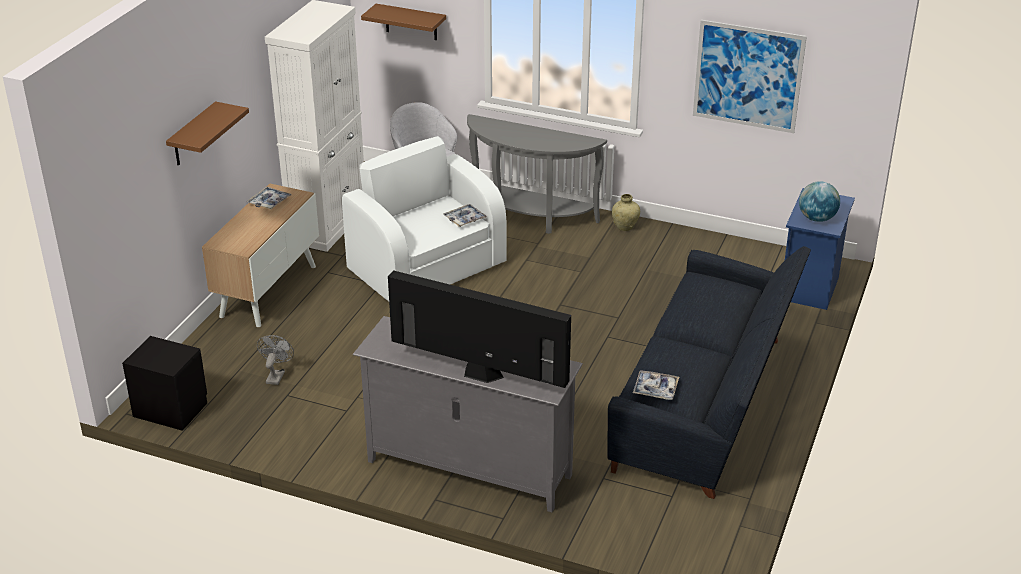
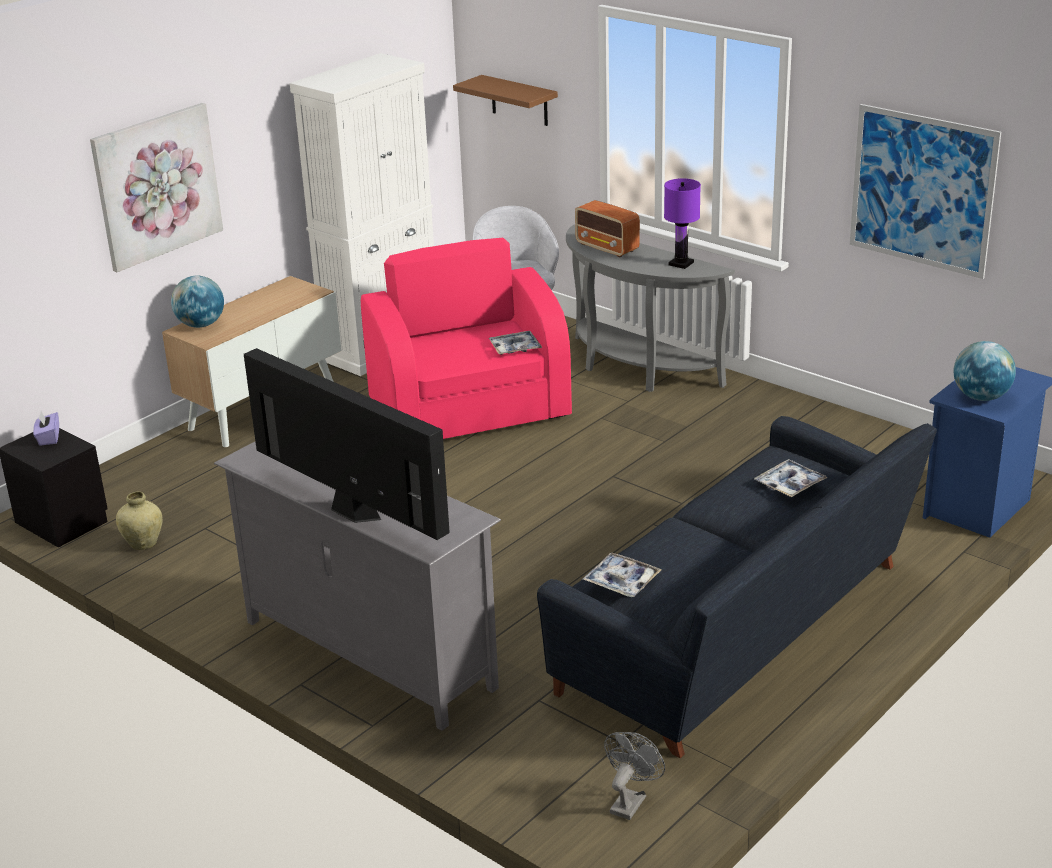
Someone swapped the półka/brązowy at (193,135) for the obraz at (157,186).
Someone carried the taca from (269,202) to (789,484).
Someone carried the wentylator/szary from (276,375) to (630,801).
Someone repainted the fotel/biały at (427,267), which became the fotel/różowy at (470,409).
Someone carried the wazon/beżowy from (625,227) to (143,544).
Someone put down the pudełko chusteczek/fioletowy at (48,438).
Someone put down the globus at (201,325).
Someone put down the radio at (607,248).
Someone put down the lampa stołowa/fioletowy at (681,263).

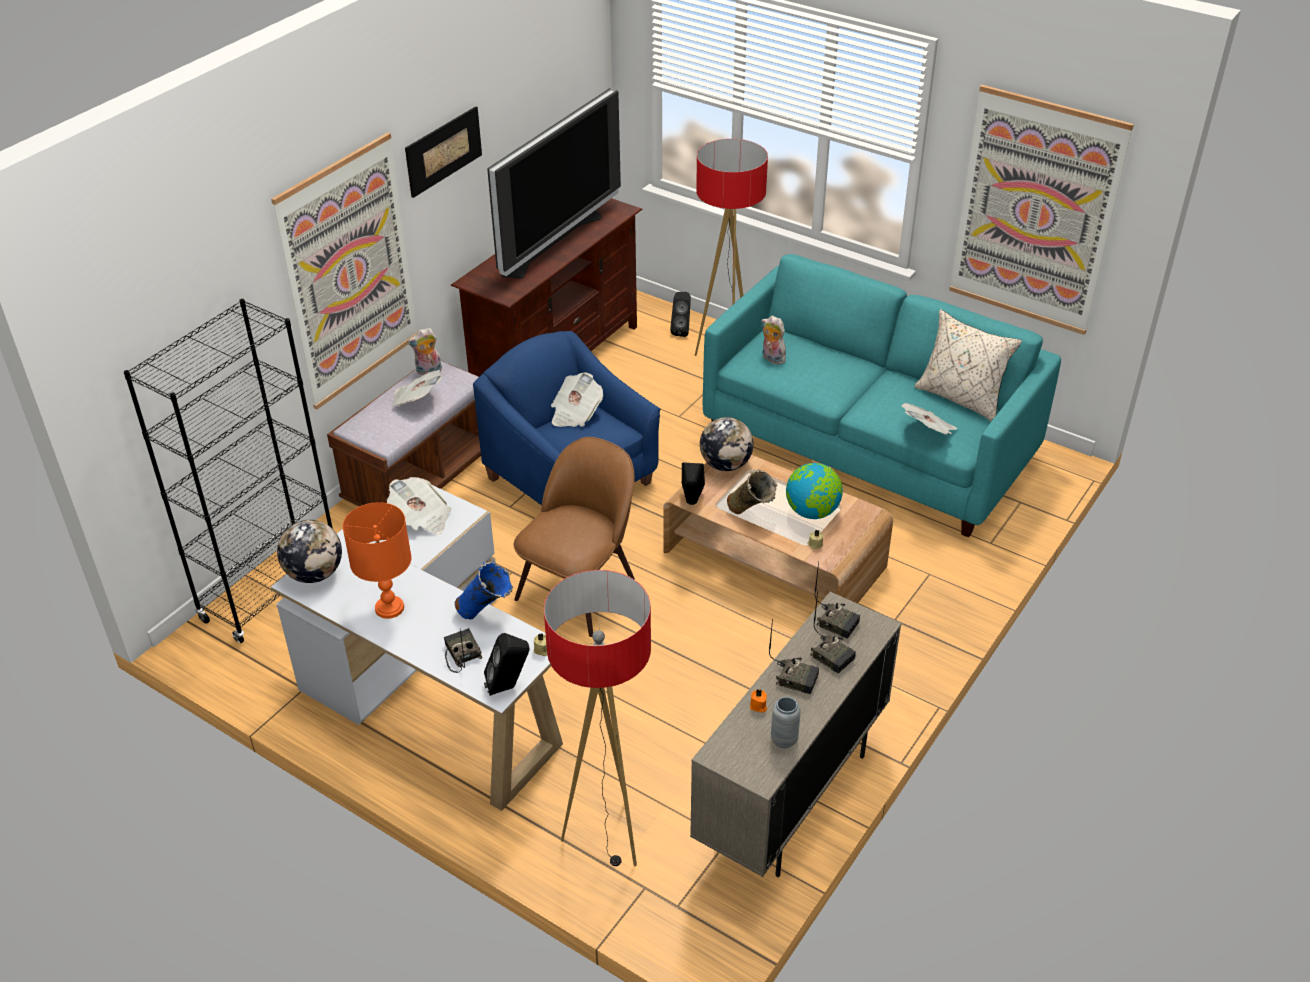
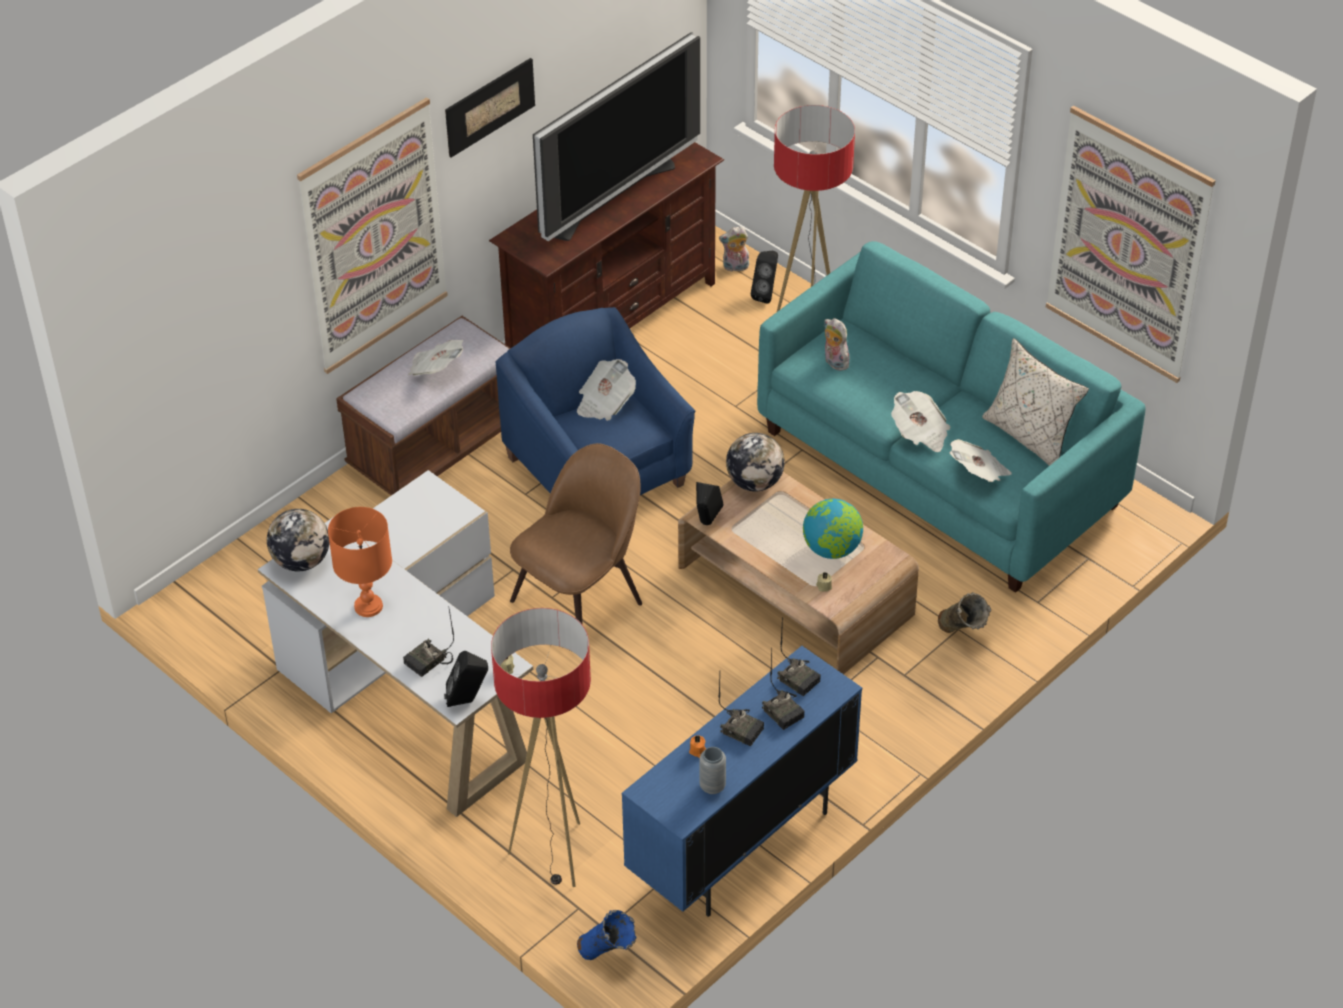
Someone took away the regał/czarny at (271,591).
Someone carried the gazeta from (421,518) to (920,433).
Someone carried the pluszak from (428,371) to (735,267).
Someone rotated the radio at (461,654) by 120 degrees counterclockwise.
Someone carried the wazon/niebieski from (487,615) to (608,957).
Someone repainted the szafka/beżowy at (791,799), which became the szafka/niebieski at (741,845).
Someone carried the wazon/beżowy from (751,515) to (962,636).

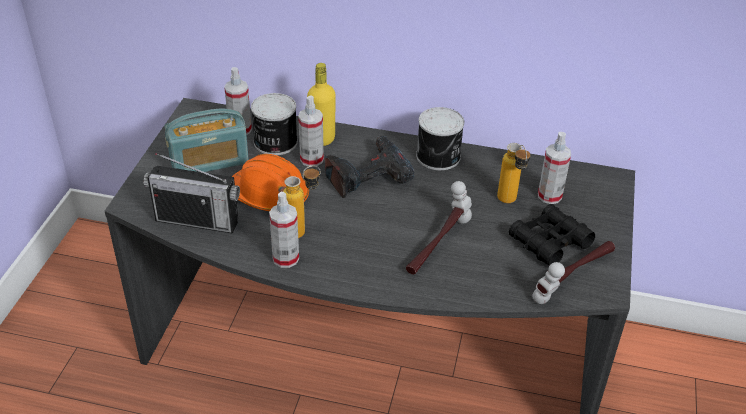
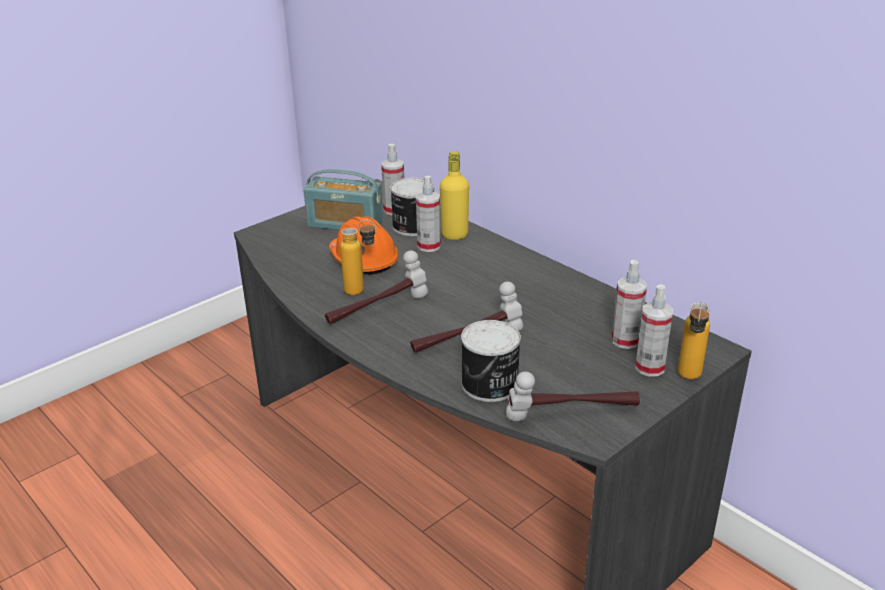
Someone took away the radio at (197,220).
Someone carried the spryskiwacz from (285,258) to (650,367).
Someone took away the wiertarka at (367,175).
Someone carried the puszka from (439,157) to (490,385).
Someone carried the butelka from (509,203) to (688,379).
Someone took away the lornetka/czarny at (549,242).
Someone put down the młotek at (378,309).

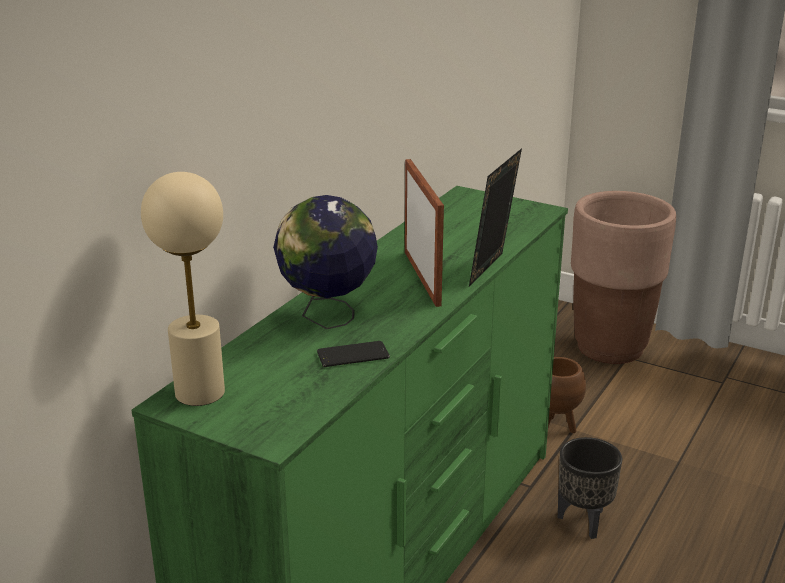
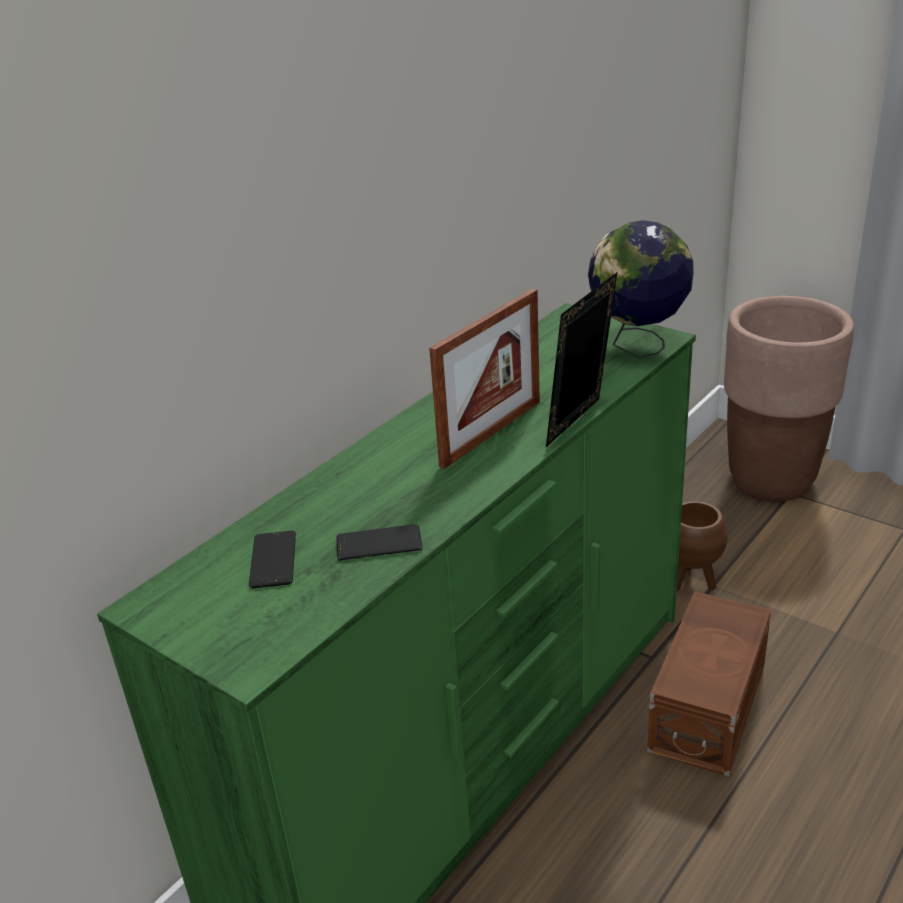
Someone took away the lampa stołowa/beżowy at (200,392).
Someone carried the globus from (328,317) to (638,346).
Someone rotated the ramka na zdjęcie at (422,278) by 45 degrees clockwise.
Someone swapped the donica/czarny at (584,521) for the pojemnik do przechowywania/brązowy at (711,706).
Someone put down the telefon at (273,560).

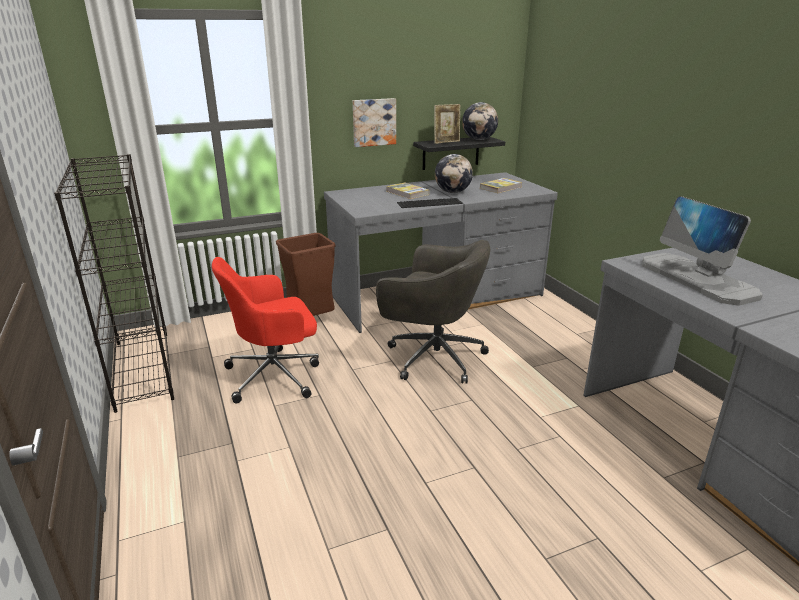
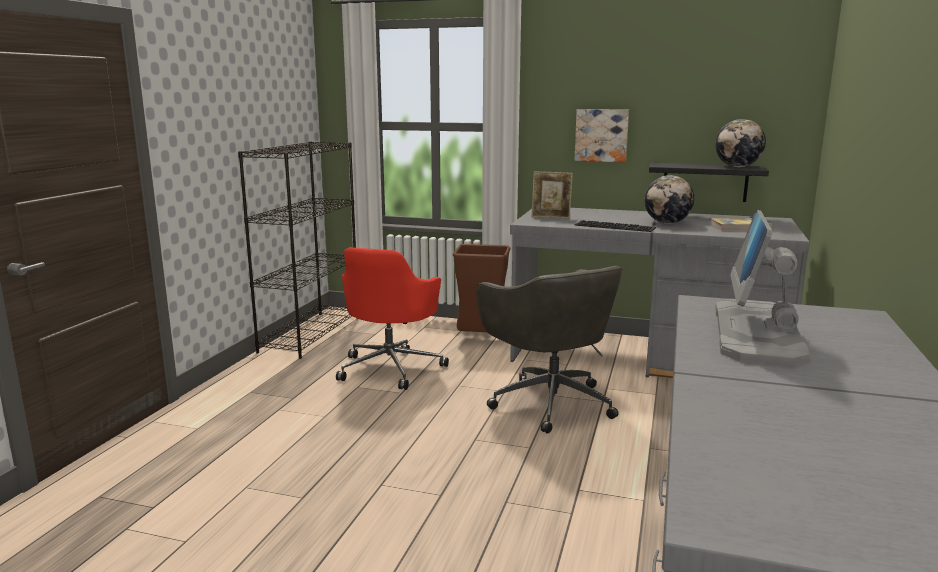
Someone rotated the krzesło biurowe/czerwony at (275,375) by 90 degrees counterclockwise.
Someone took away the książka at (407,193).
Someone carried the ramka na zdjęcie from (446,142) to (551,217).

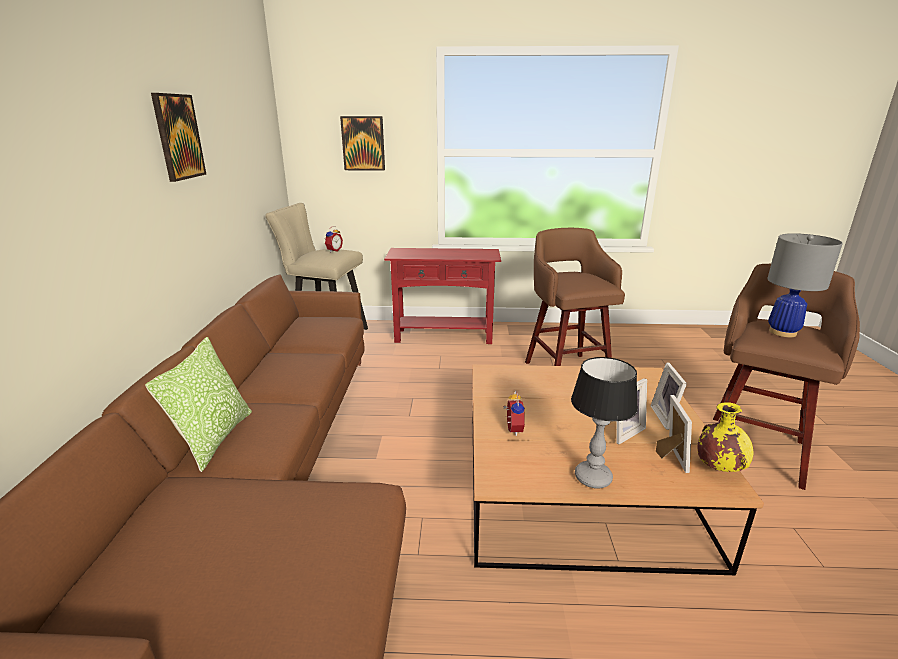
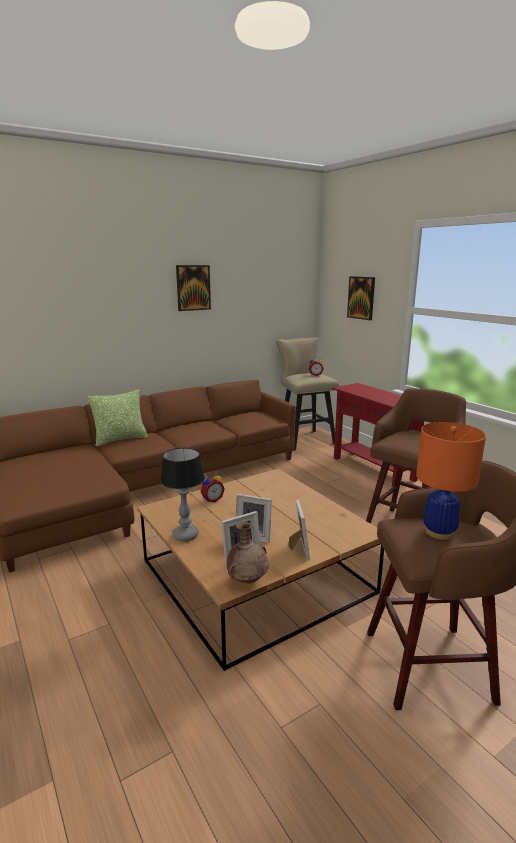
Someone rotated the ramka na zdjęcie at (667,417) by 120 degrees clockwise.
Someone repainted the wazon/żółty at (718,467), which became the wazon/brązowy at (248,580).
Someone repainted the lampa stołowa/szary at (782,332), which became the lampa stołowa/pomarańczowy at (439,532).

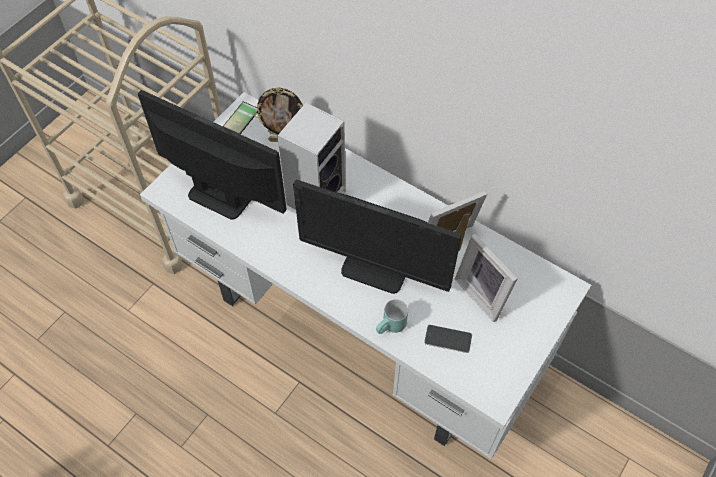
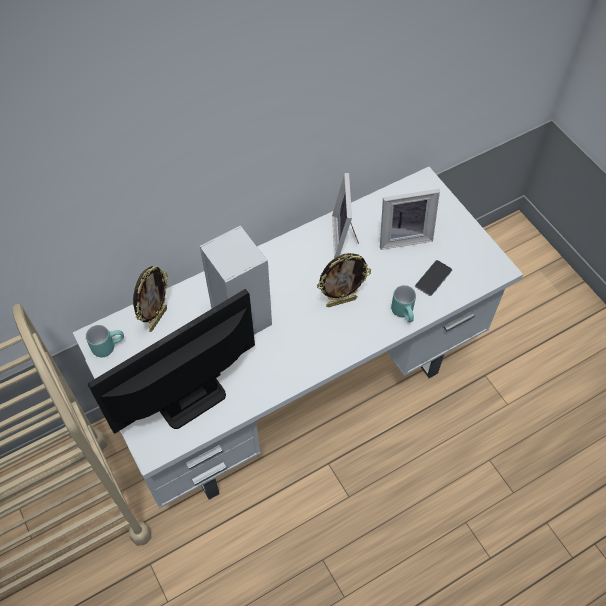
Someone swapped the telefon at (243,119) for the kubek/turkusowy at (108,345).
Someone swapped the monitor at (375,268) for the ramka na zdjęcie at (341,301).

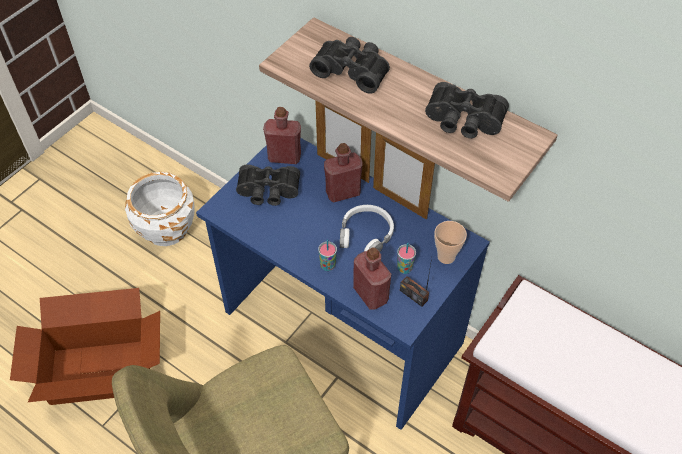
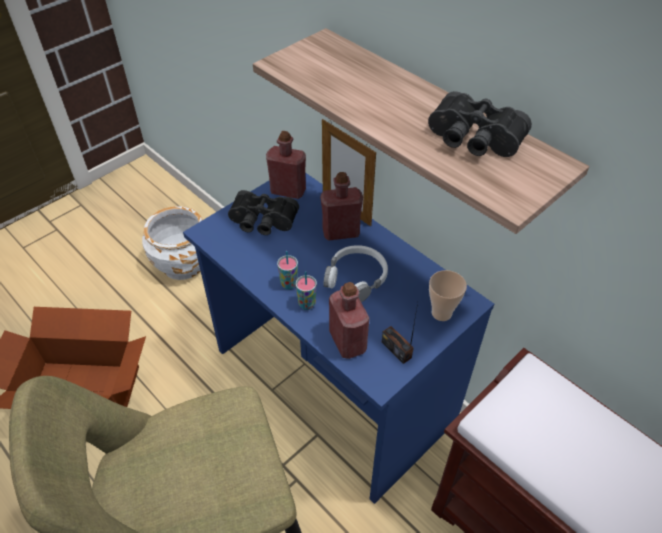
Someone took away the lornetka/czarny at (352,70).
Someone took away the ramka na zdjęcie at (399,203).
Someone carried the filiżanka from (404,268) to (289,284).

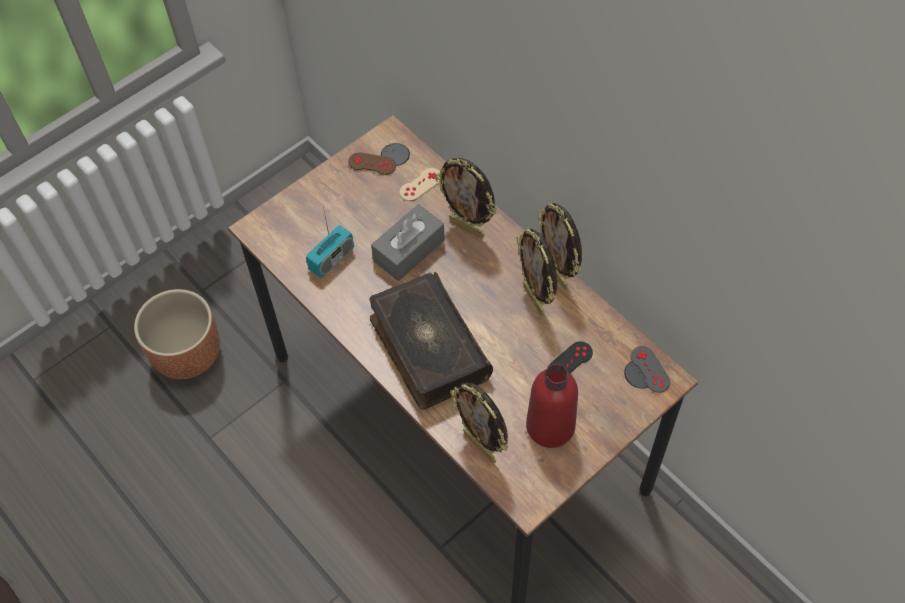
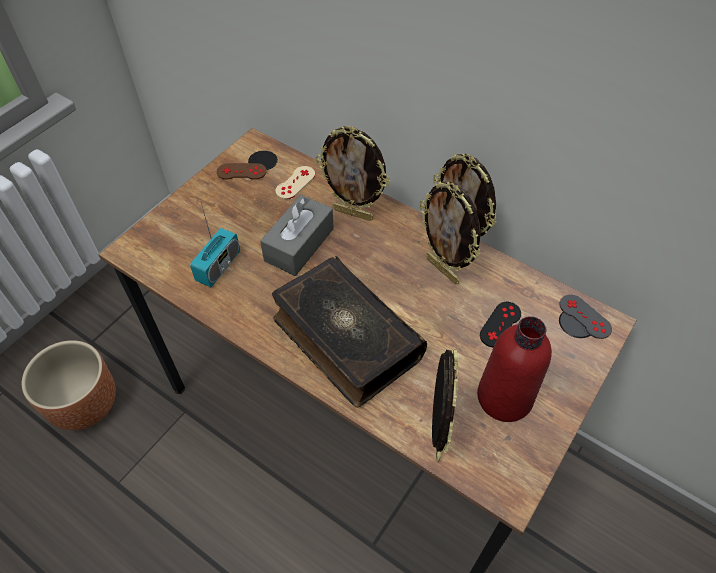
Someone rotated the ramka na zdjęcie at (481,446) by 120 degrees counterclockwise.

